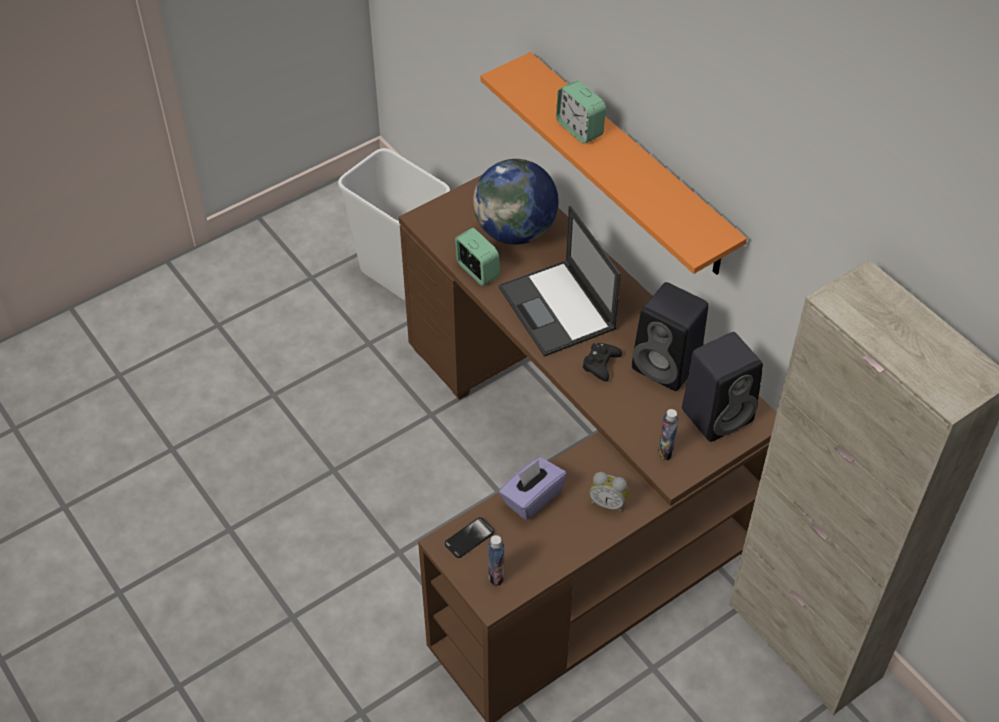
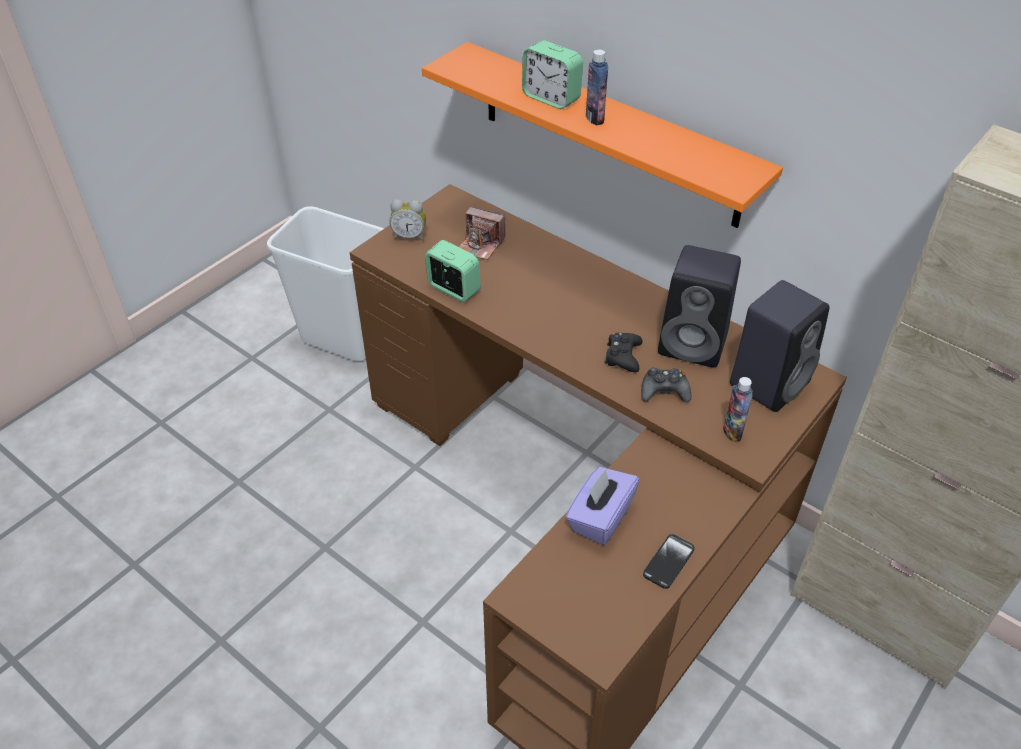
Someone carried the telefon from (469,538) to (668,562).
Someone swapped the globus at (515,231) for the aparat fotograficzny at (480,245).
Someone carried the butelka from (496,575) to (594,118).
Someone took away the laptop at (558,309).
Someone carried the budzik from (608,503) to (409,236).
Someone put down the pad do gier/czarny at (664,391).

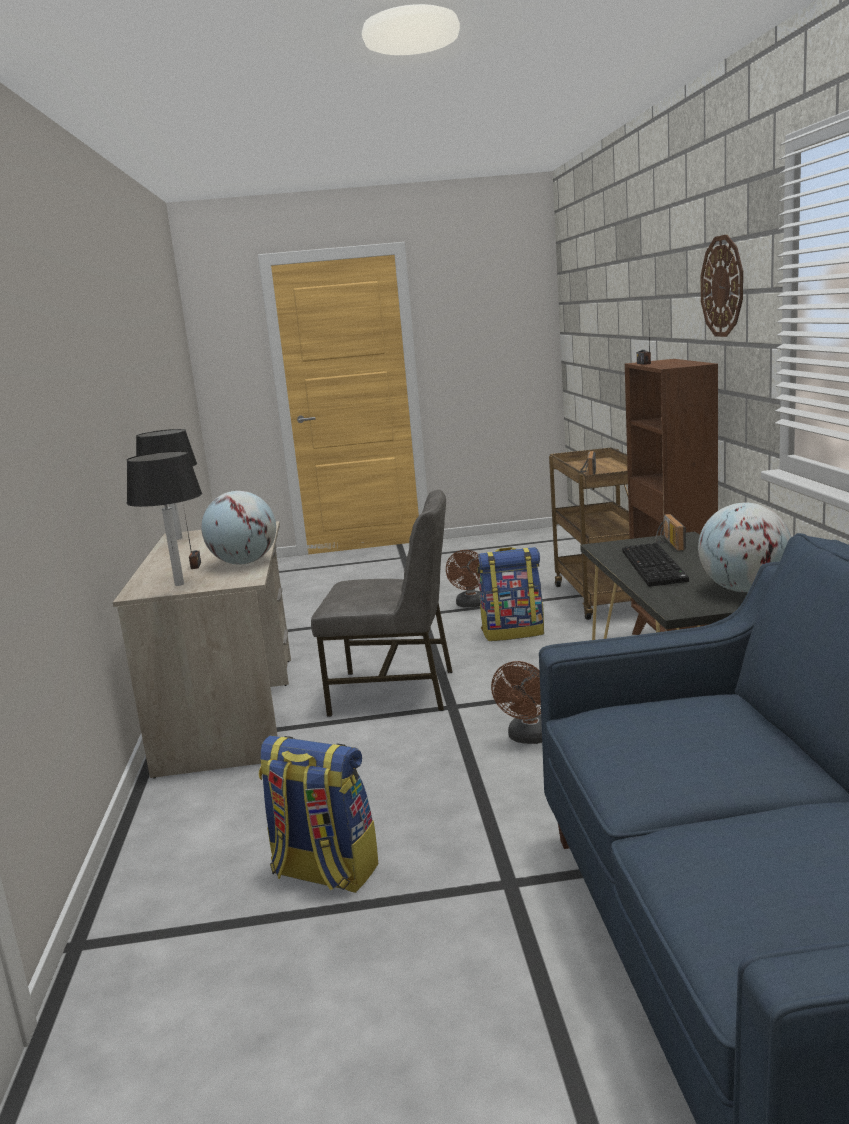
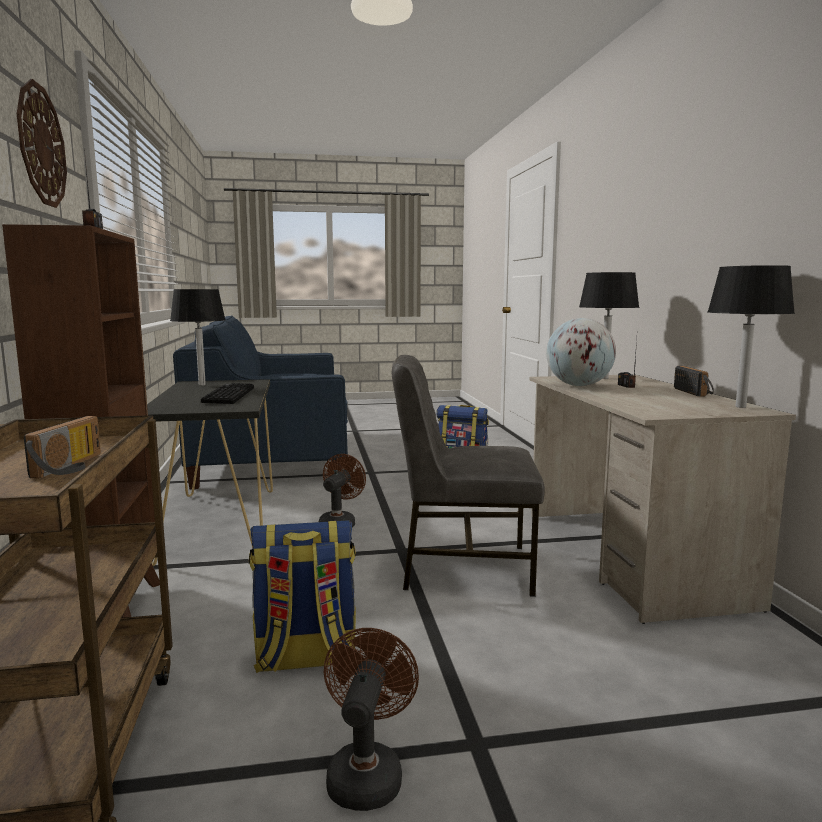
Someone carried the radio from (668,543) to (695,392).
Someone swapped the globus at (744,590) for the lampa stołowa/czarny at (202,385).

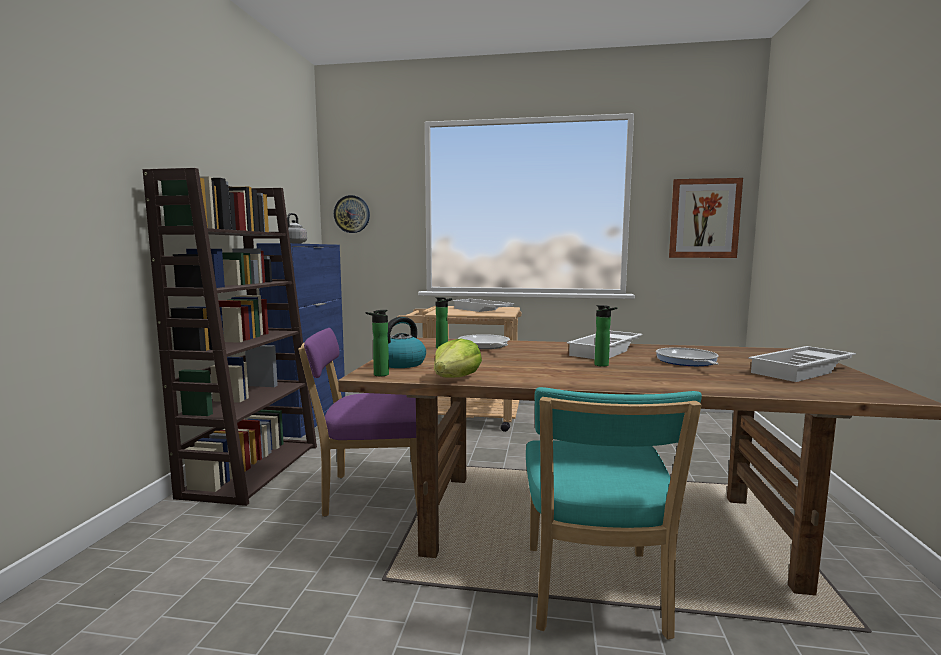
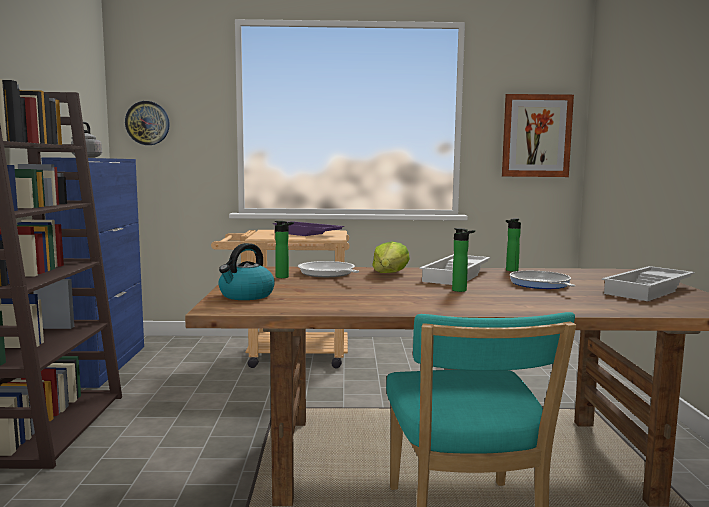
Someone took away the krzesło/fioletowy at (371,494).
Someone carried the butelka from (379,375) to (511,270).
Someone carried the sałata from (455,378) to (390,273).
Someone repainted the taca/biały at (481,310), which became the taca/fioletowy at (306,234).

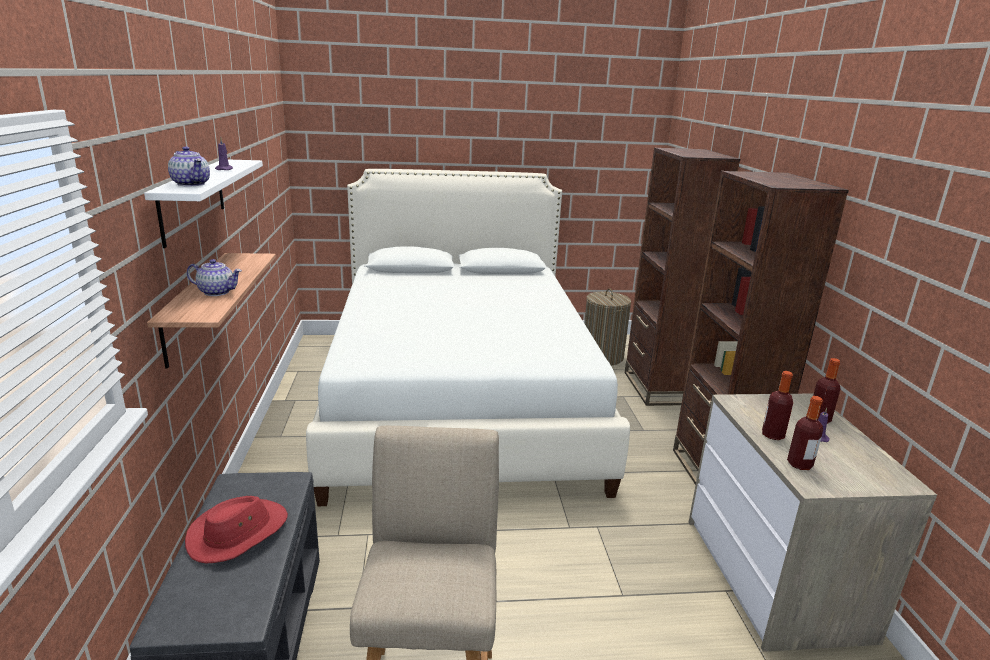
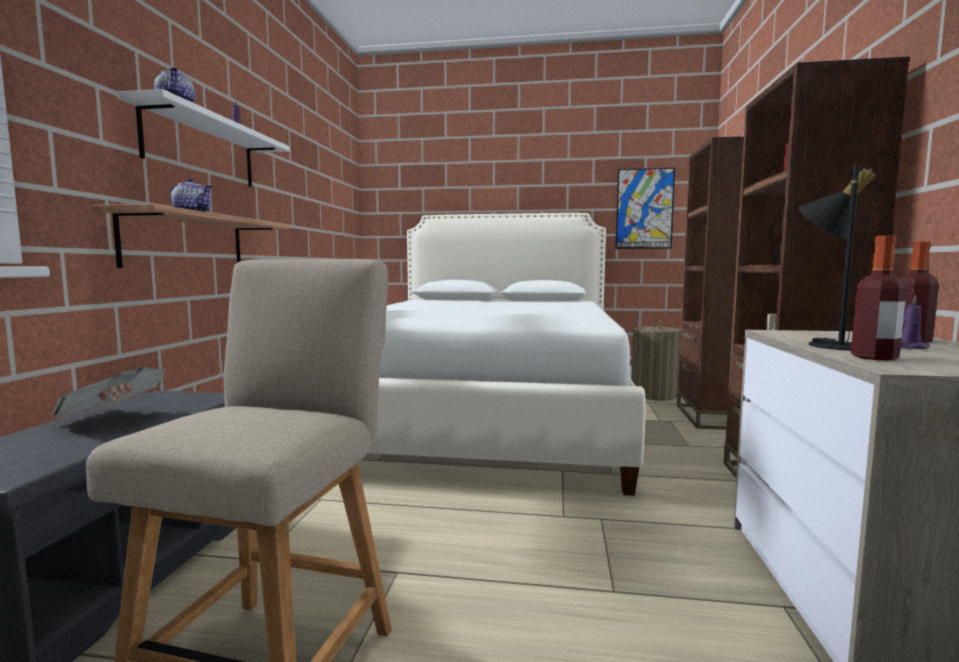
Someone swapped the kapelusz/czerwony at (238,533) for the gazeta at (112,419).
Someone swapped the butelka at (772,435) for the lampa stołowa/czarny at (830,344).
Someone put up the obraz at (644,209).

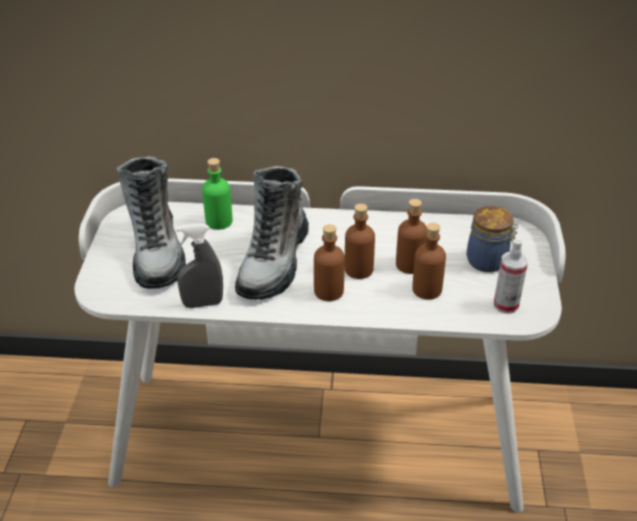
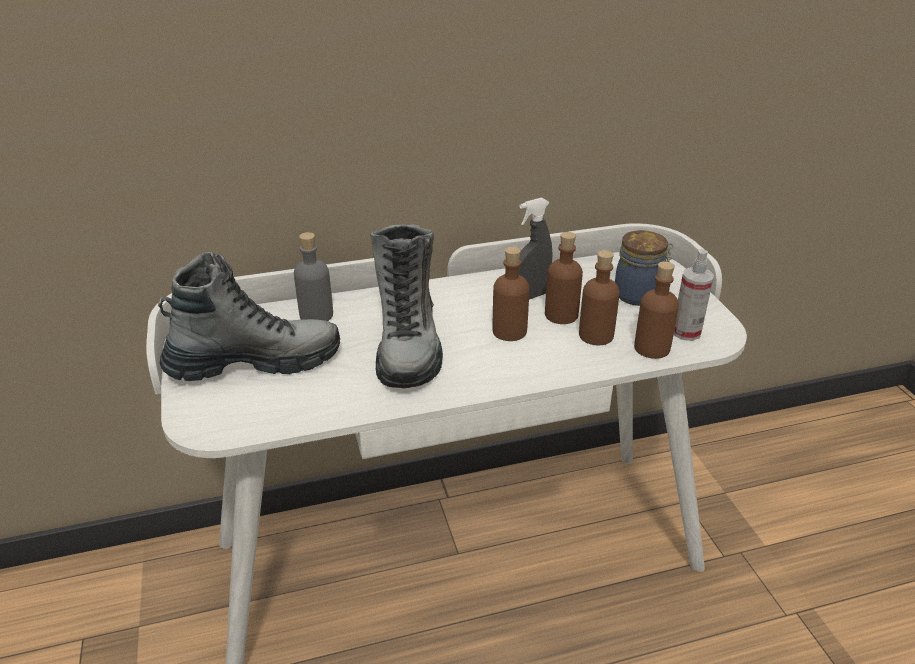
Someone rotated the but z cholewką at (156,251) by 75 degrees counterclockwise.
Someone carried the spryskiwacz/szary from (203,303) to (529,296).
Someone repainted the butelka/zielony at (219,221), which became the butelka/szary at (316,315).
Someone carried the butelka/brązowy from (328,291) to (651,348).

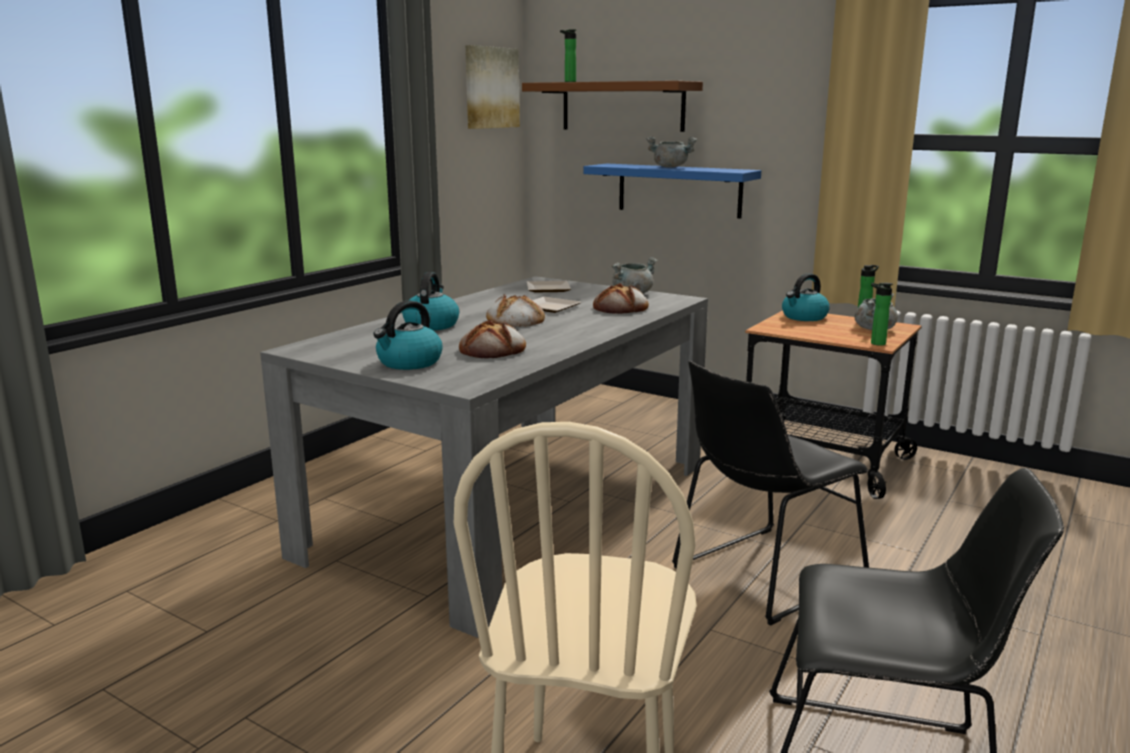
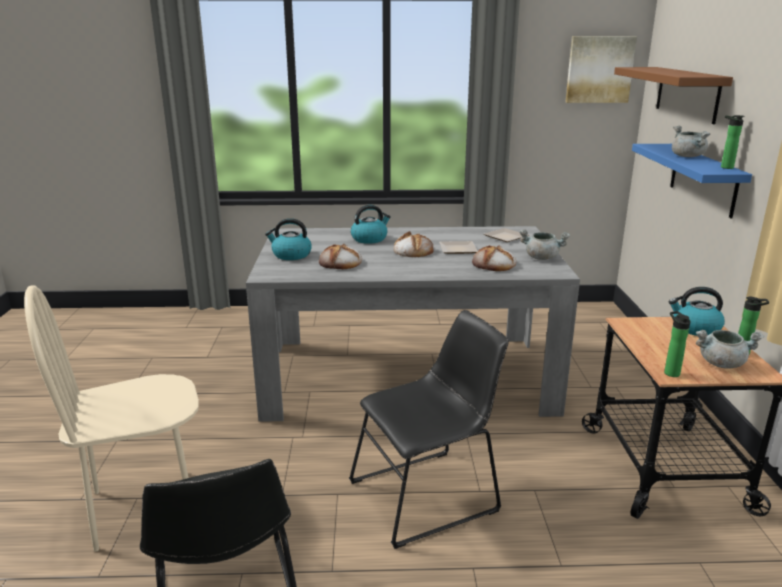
Someone carried the butelka from (568,81) to (724,167).
Someone rotated the krzesło/czarny at (762,575) by 135 degrees clockwise.

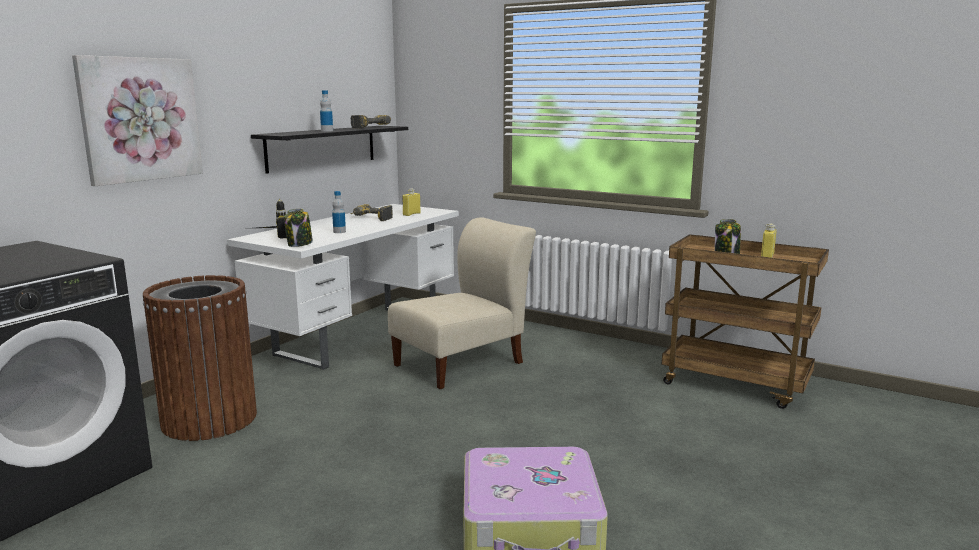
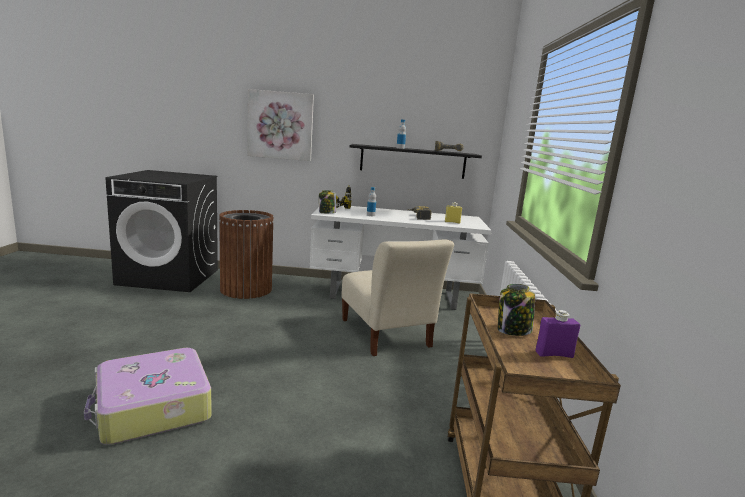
Someone rotated the krzesło/beżowy at (463,363) by 45 degrees clockwise.
Someone repainted the butelka/żółty at (767,256), which became the butelka/fioletowy at (554,354).

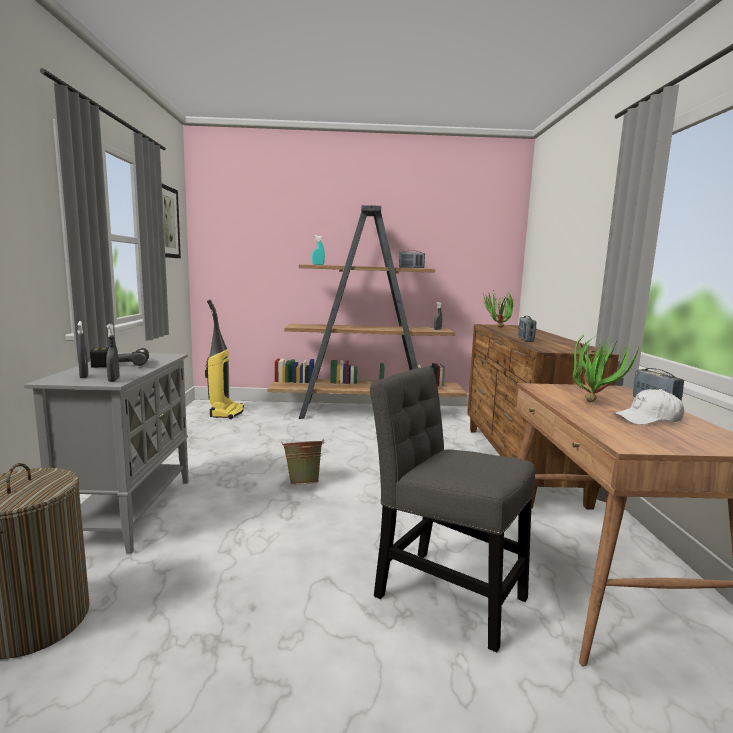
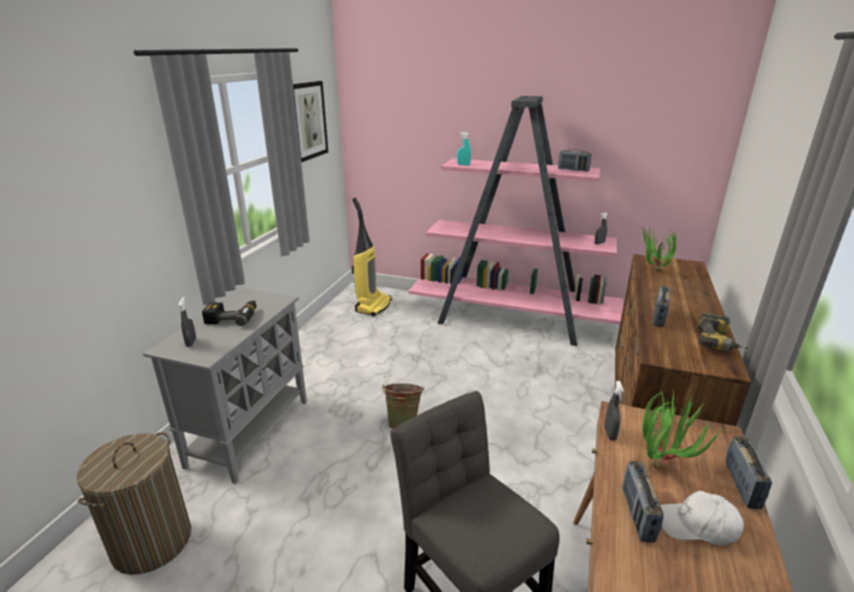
Someone carried the spryskiwacz/szary from (113,380) to (610,434).
Someone repainted the regał/brązowy at (366,412), which became the regał/różowy at (512,320).
Someone put down the radio at (637,514).
Someone put down the wiertarka at (719,343).

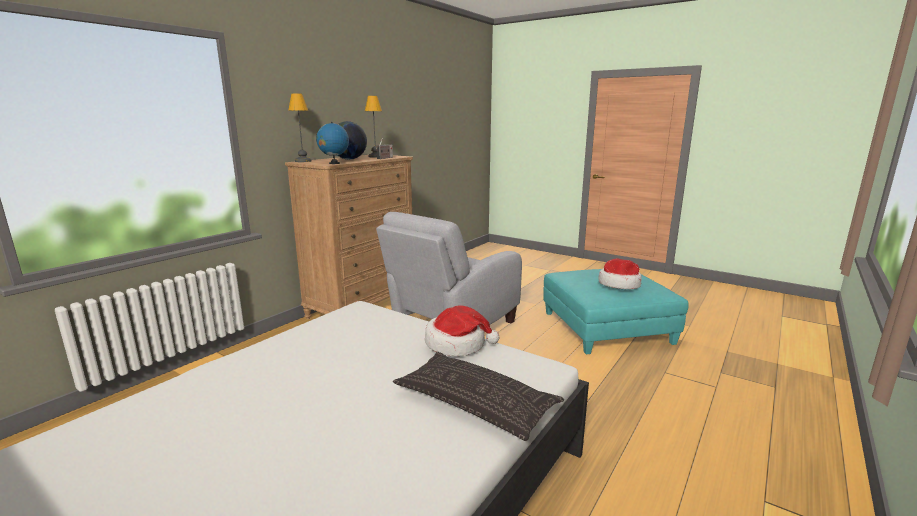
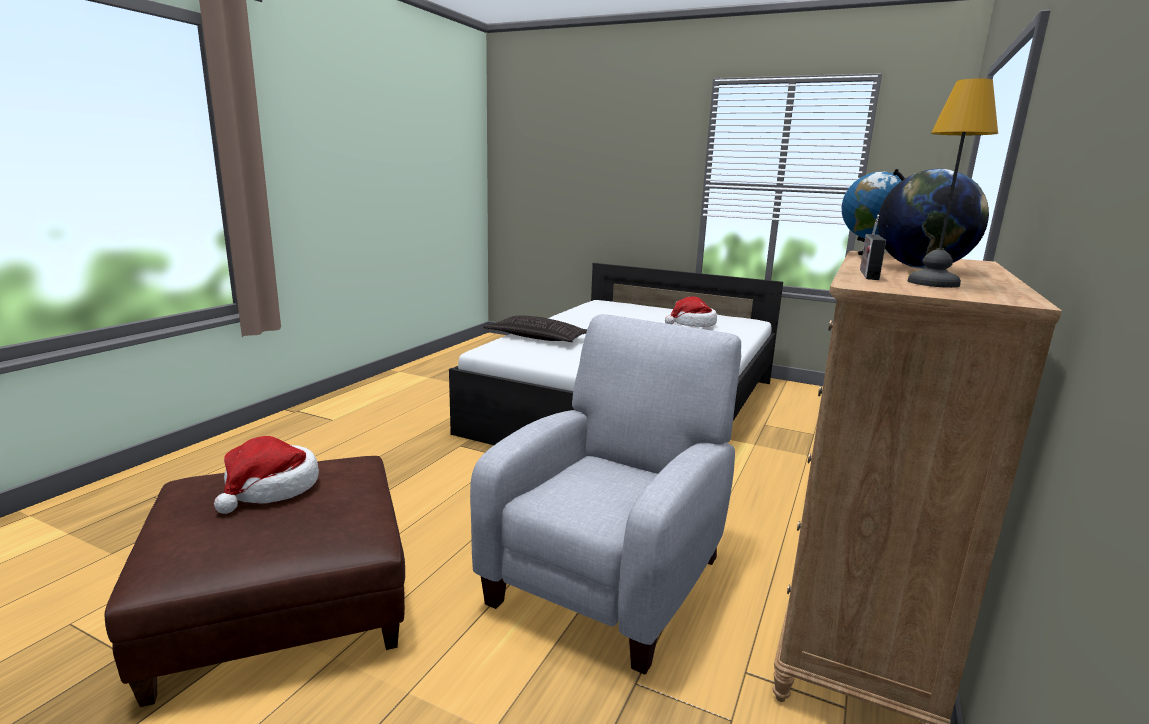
Someone took away the lampa stołowa at (303,161).
Someone carried the kapelusz from (457,344) to (692,324).
Someone repainted the pufa/turkusowy at (606,328), which became the pufa/brązowy at (284,600).

